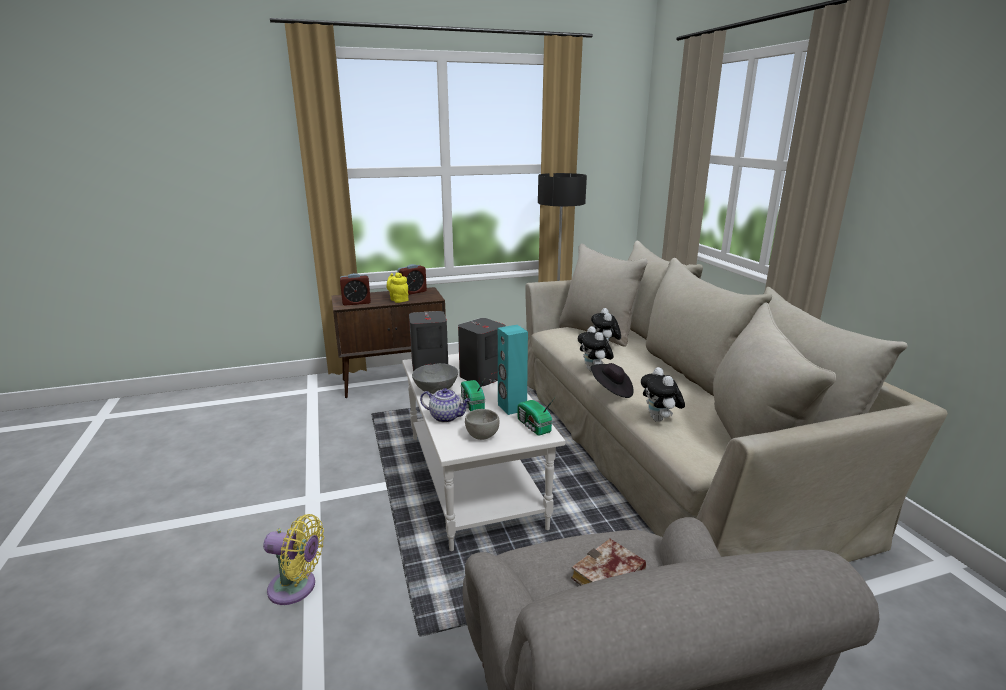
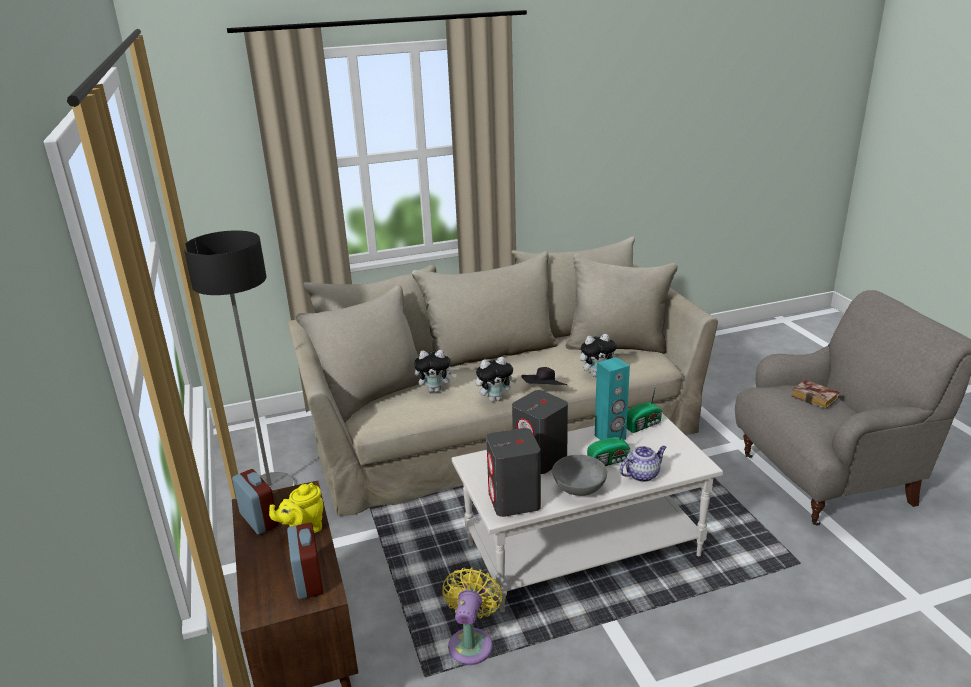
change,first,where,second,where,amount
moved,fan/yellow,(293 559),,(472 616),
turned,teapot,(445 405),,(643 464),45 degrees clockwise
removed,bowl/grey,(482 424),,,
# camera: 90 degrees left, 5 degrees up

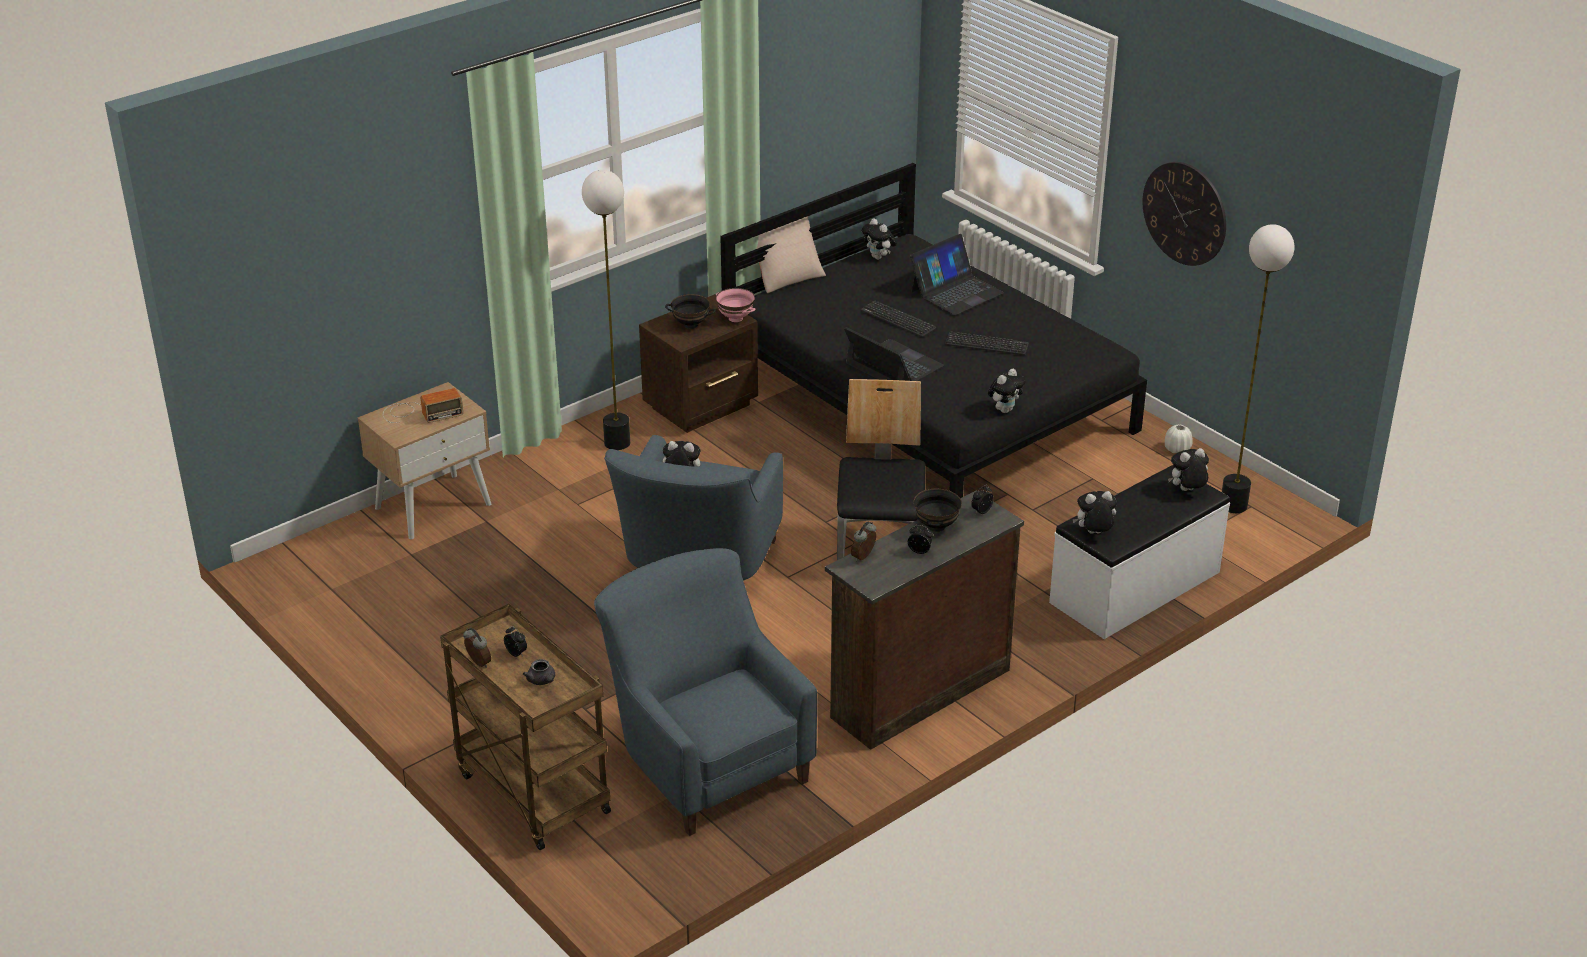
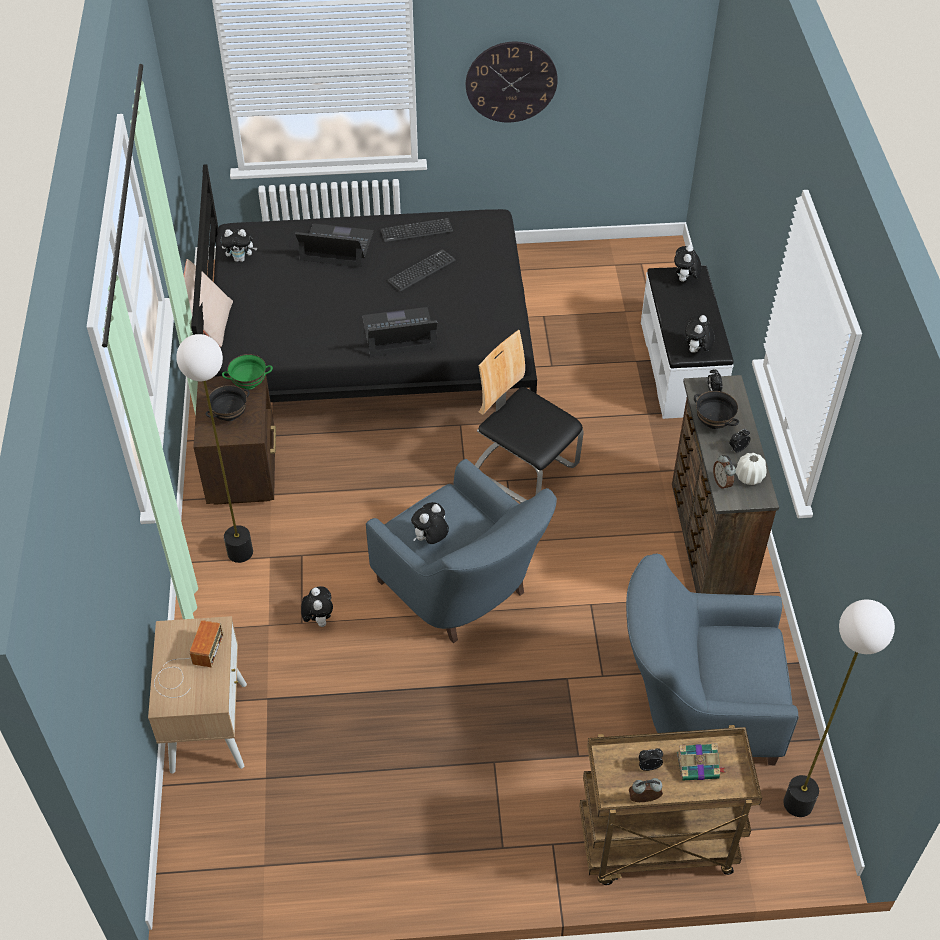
change,first,where,second,where,amount
recoloured,bowl/pink,(735 305),bowl/green,(247 372),
turned,laptop,(957 274),,(334 245),75 degrees counterclockwise
moved,plush toy,(1007 391),,(317 606),
moved,keyboard,(898 318),,(417 230),
replaced,teapot/grey,(539 672),book,(701 762),
moved,vase/white,(1179 439),,(751 469),
moved,floor lamp,(1258 368),,(839 708),
# camera: 55 degrees left, 15 degrees up

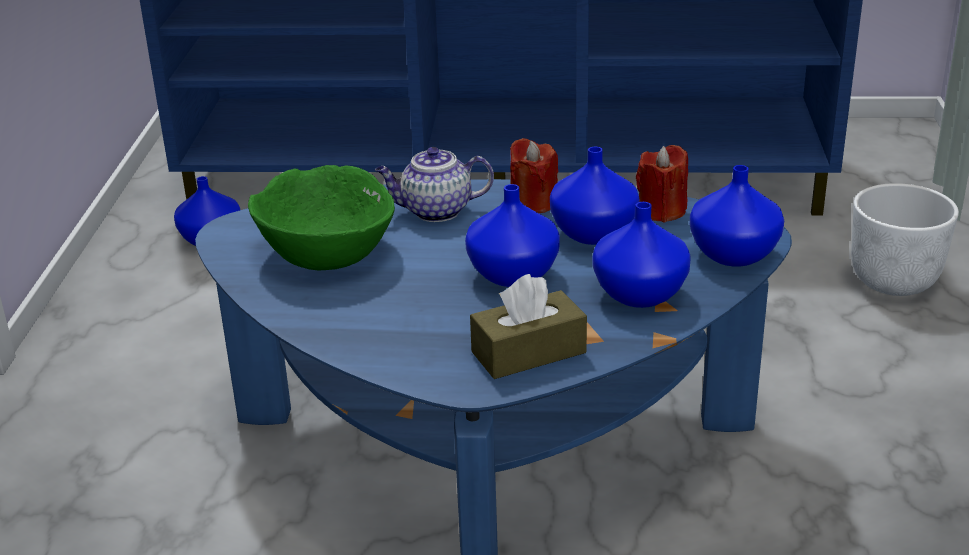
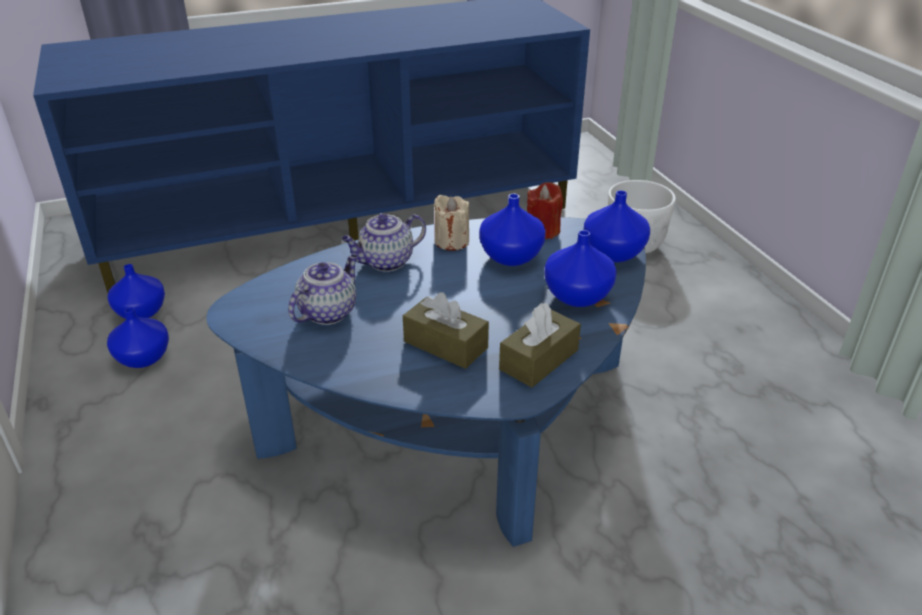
change,first,where,second,where,amount
moved,vase/blue,(512 235),,(138 337),
replaced,bowl/green,(321 217),teapot,(323 289),
added,,,tissue box/brown,(446 330),
recoloured,candle/red,(534 175),candle/beige,(451 223),
# camera: 25 degrees left, 5 degrees up

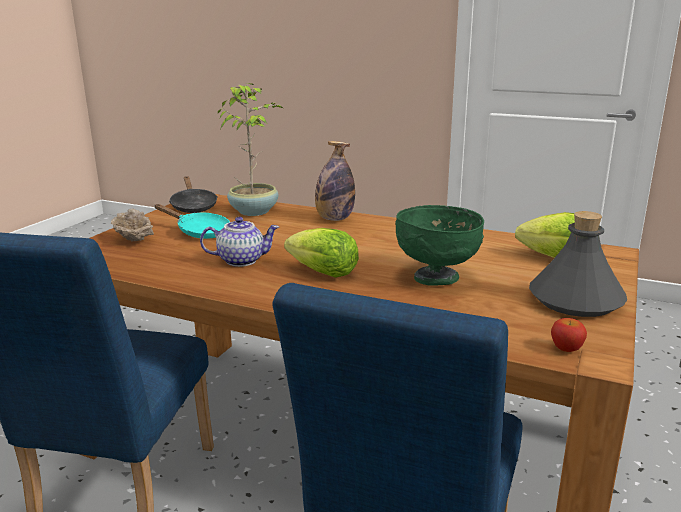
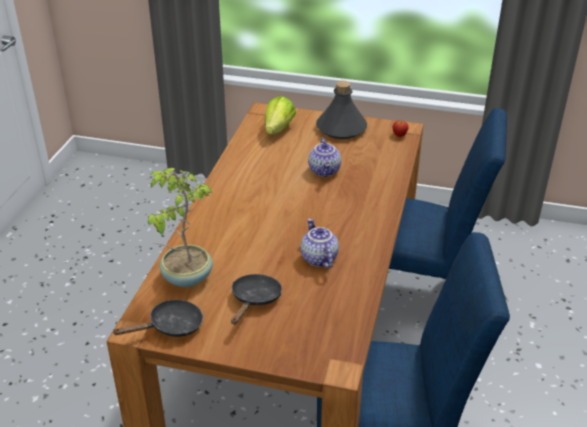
change,first,where,second,where,amount
recoloured,frying pan/turquoise,(192 221),frying pan/black,(256 299),
replaced,bowl/green,(439 245),teapot,(324 157),
removed,bowl/beige,(132 225),,,
removed,lettuce,(321 253),,,
removed,bottle,(335 181),,,
# camera: 100 degrees left, 15 degrees up

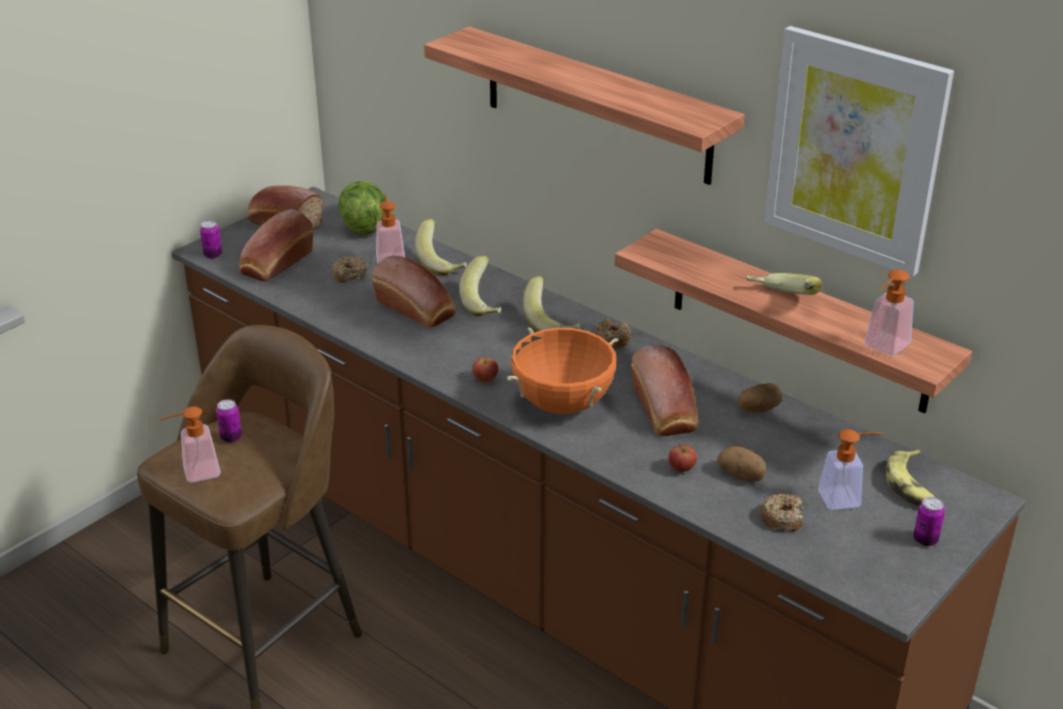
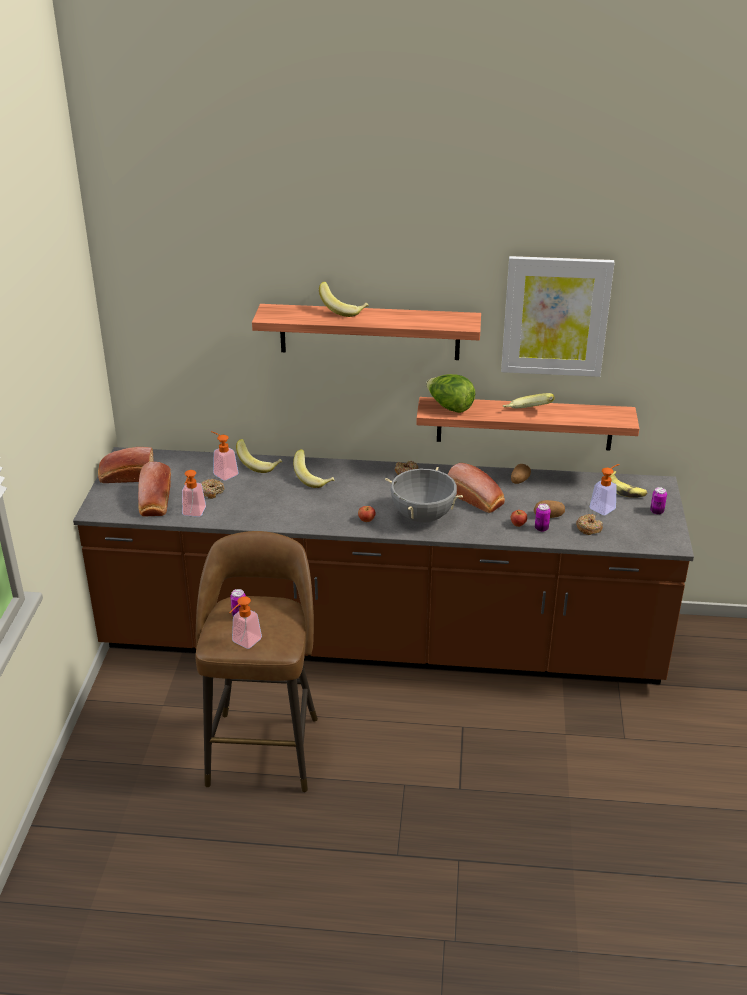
change,first,where,second,where,amount
moved,soap dispenser,(889 313),,(194 493),
moved,banana,(551 304),,(344 299),
recoloured,cooking pot/orange,(562 370),cooking pot/grey,(424 495),
moved,lettuce,(362 208),,(450 393),
moved,can,(211 240),,(543 518),
removed,bread,(414 292),,,
# camera: 35 degrees left, 0 degrees up

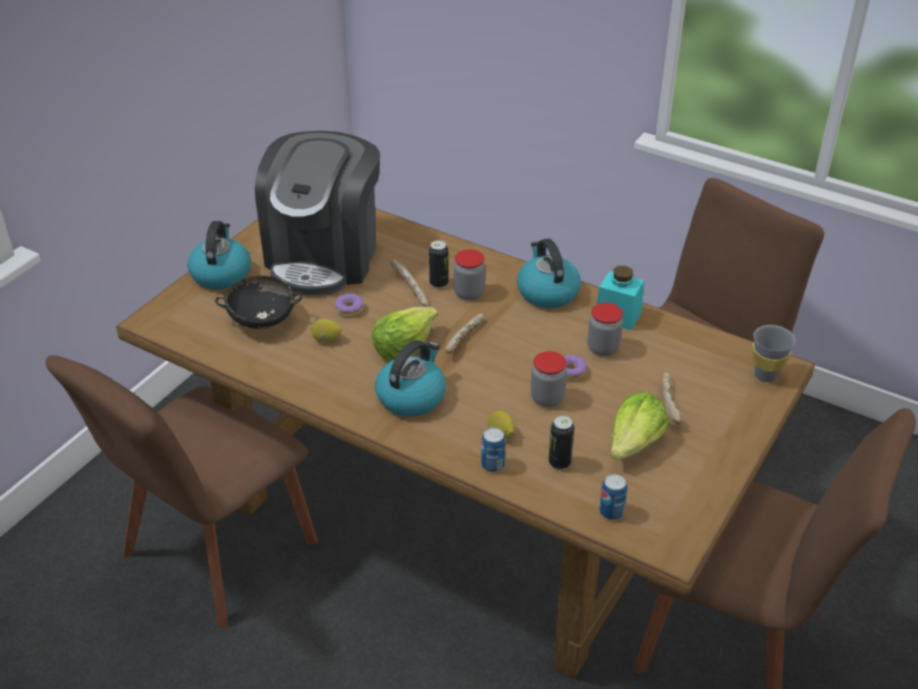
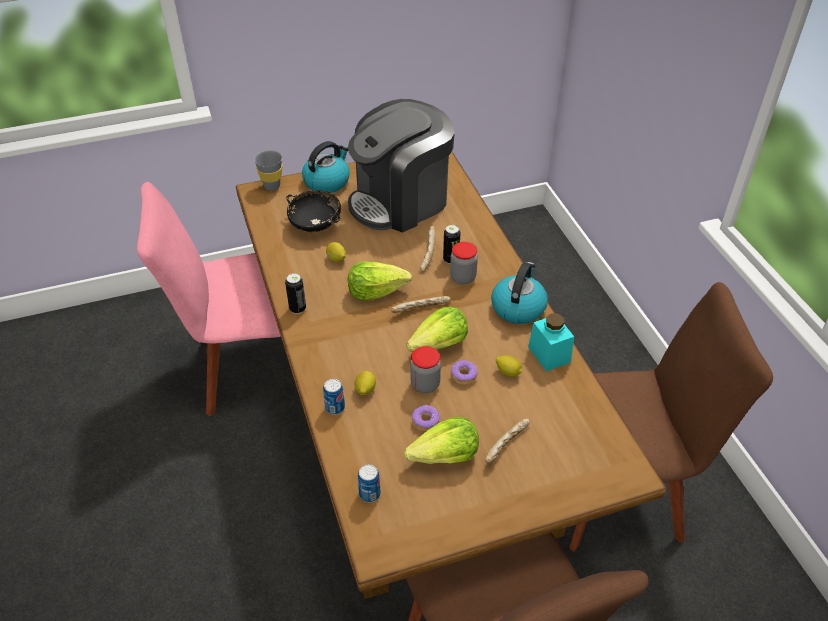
change,first,where,second,where,amount
recoloured,chair/brown,(182 491),chair/pink,(209 299),
moved,cup/grey,(774 353),,(268 170),
moved,can,(561 443),,(295 293),
added,,,lettuce,(437 329),
moved,donut,(349 305),,(426 418),
replaced,jar,(605 329),lemon,(509 366),
removed,kettle,(410 378),,,
# camera: 40 degrees right, 5 degrees up

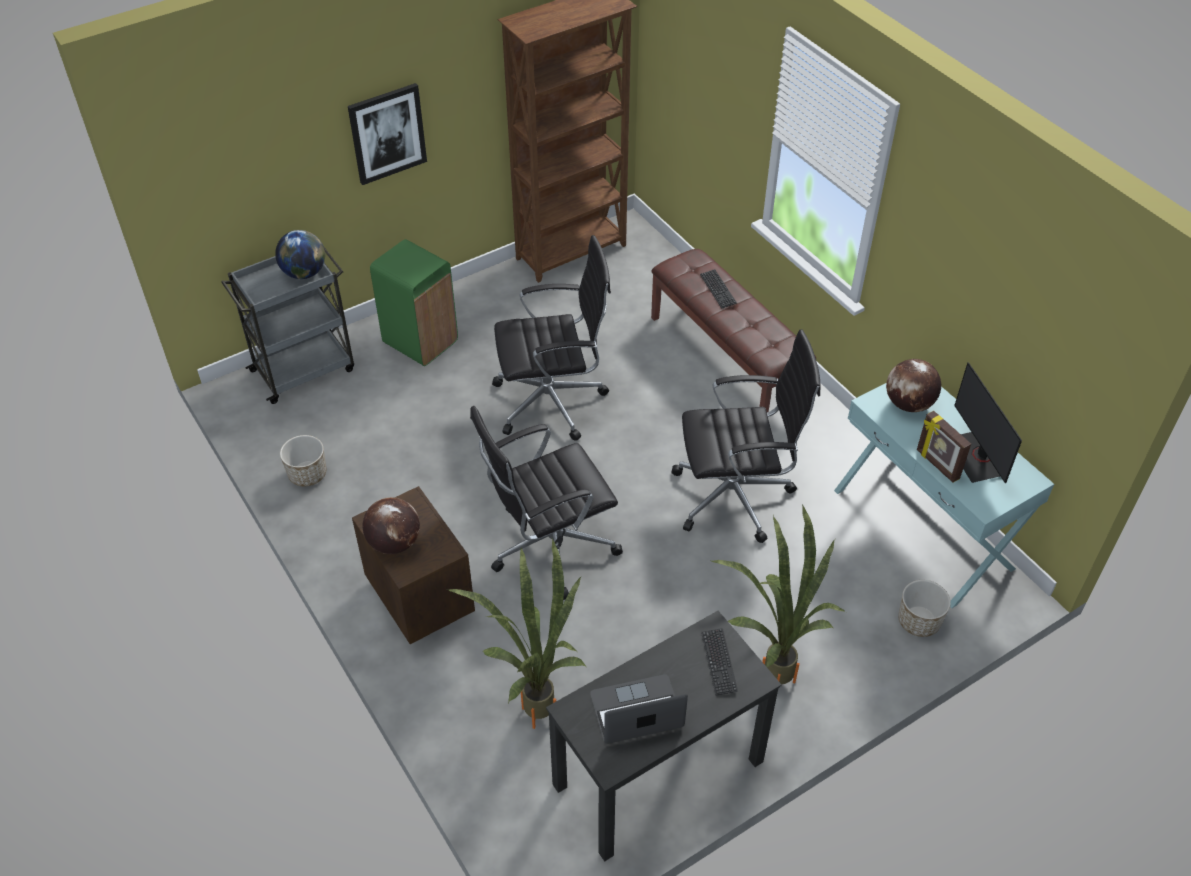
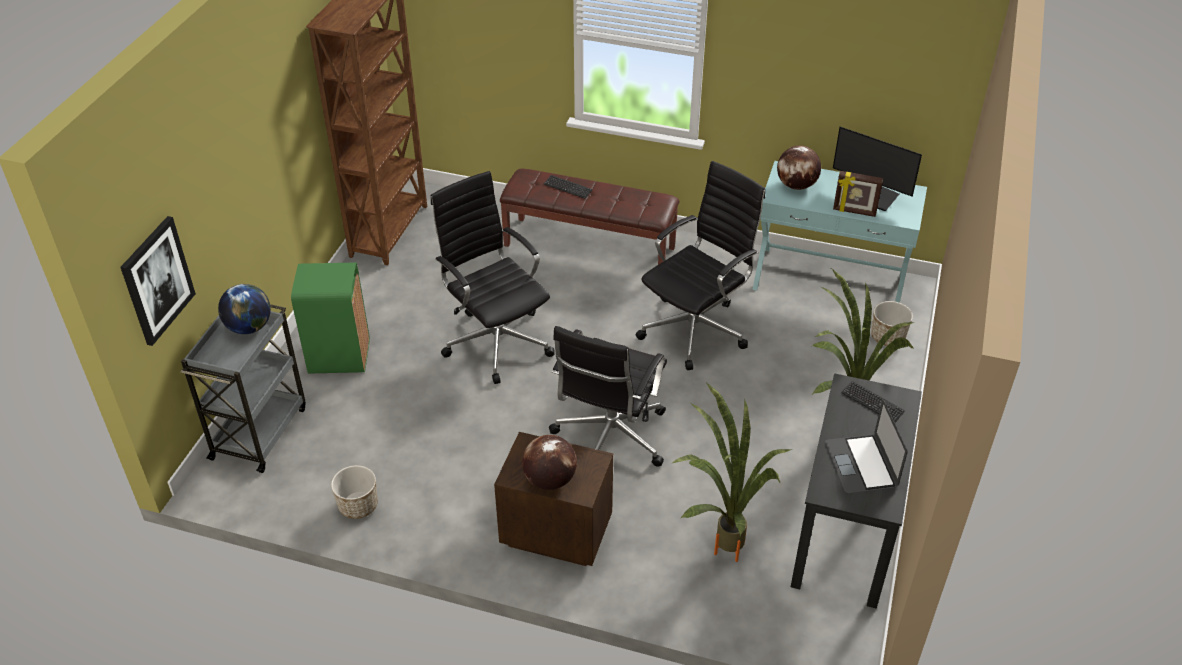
change,first,where,second,where,amount
moved,picture,(387 134),,(158 281),
turned,office chair/black,(551 338),,(492 277),75 degrees counterclockwise
turned,laptop,(639 708),,(866 446),45 degrees counterclockwise
# camera: 40 degrees left, 5 degrees down

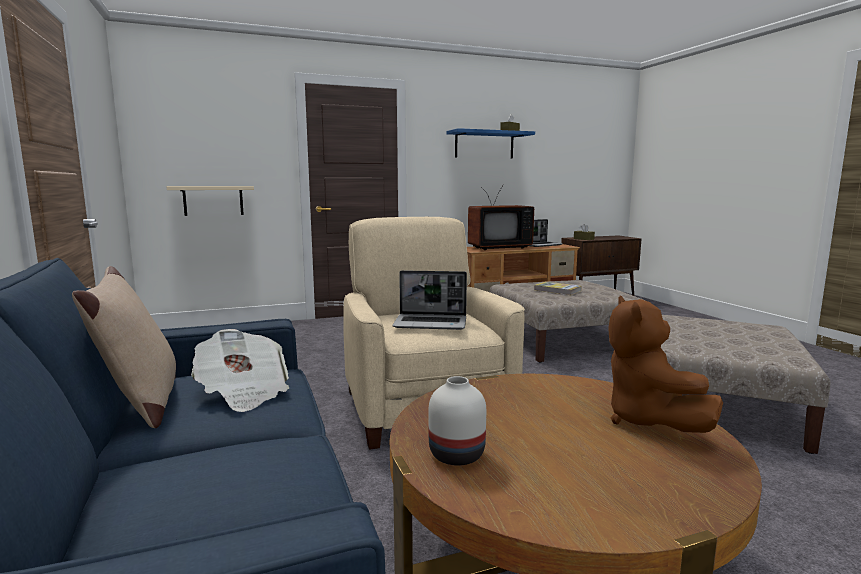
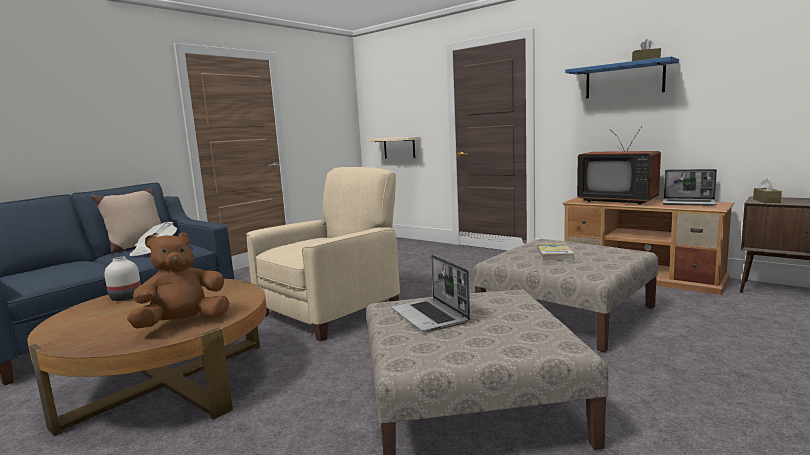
change,first,where,second,where,amount
moved,laptop,(429 300),,(430 293),
# camera: 60 degrees right, 0 degrees up

